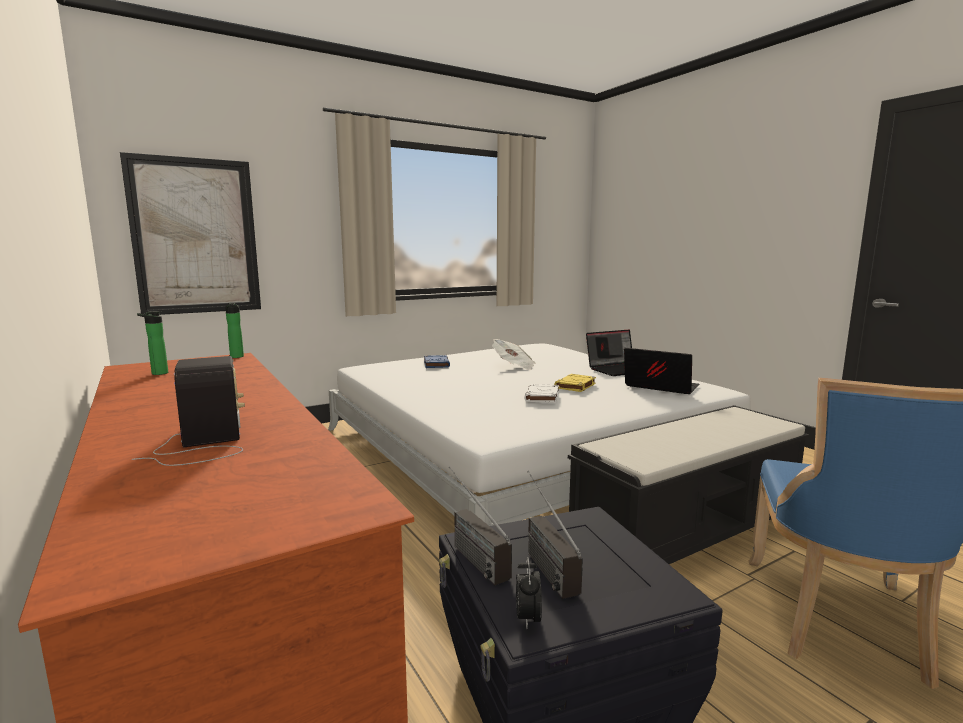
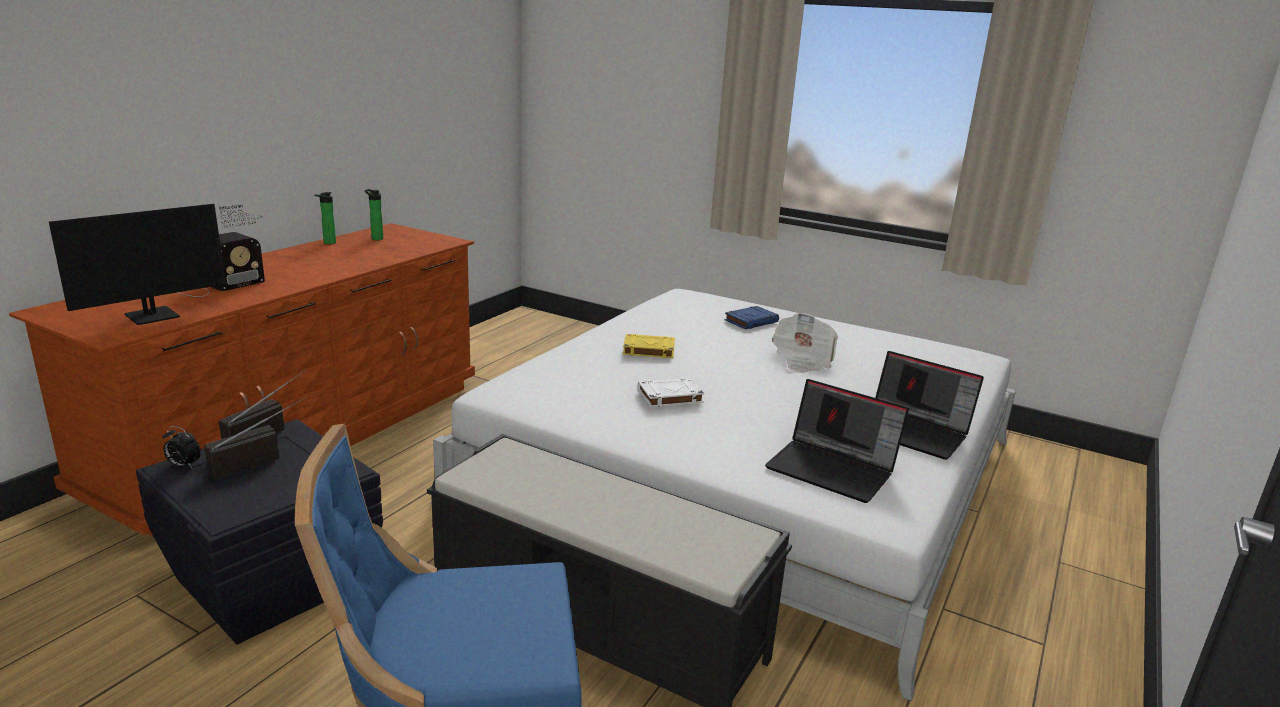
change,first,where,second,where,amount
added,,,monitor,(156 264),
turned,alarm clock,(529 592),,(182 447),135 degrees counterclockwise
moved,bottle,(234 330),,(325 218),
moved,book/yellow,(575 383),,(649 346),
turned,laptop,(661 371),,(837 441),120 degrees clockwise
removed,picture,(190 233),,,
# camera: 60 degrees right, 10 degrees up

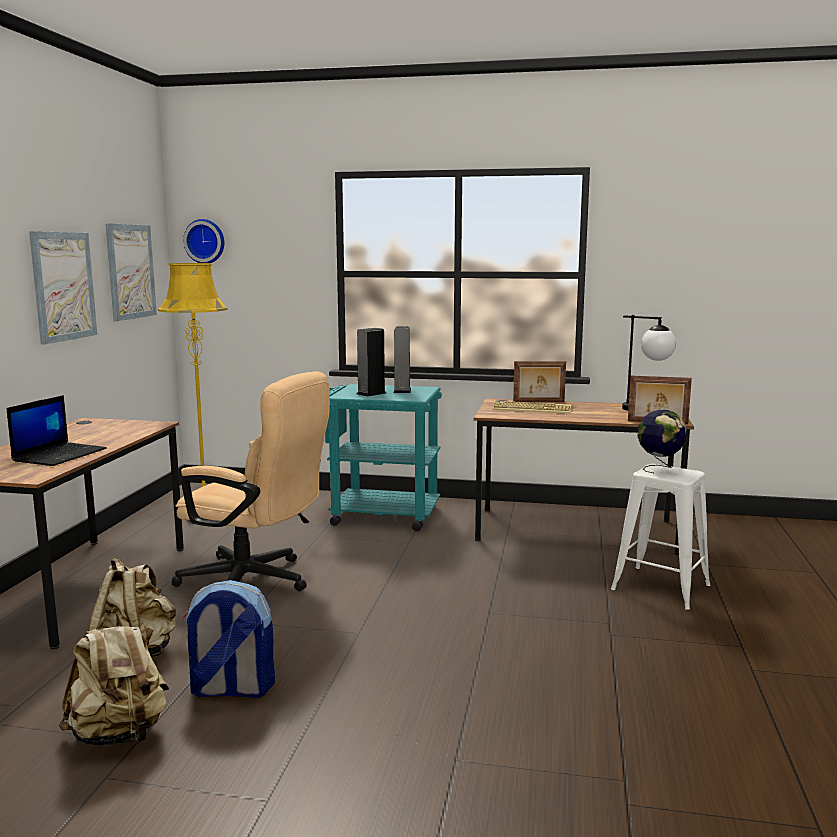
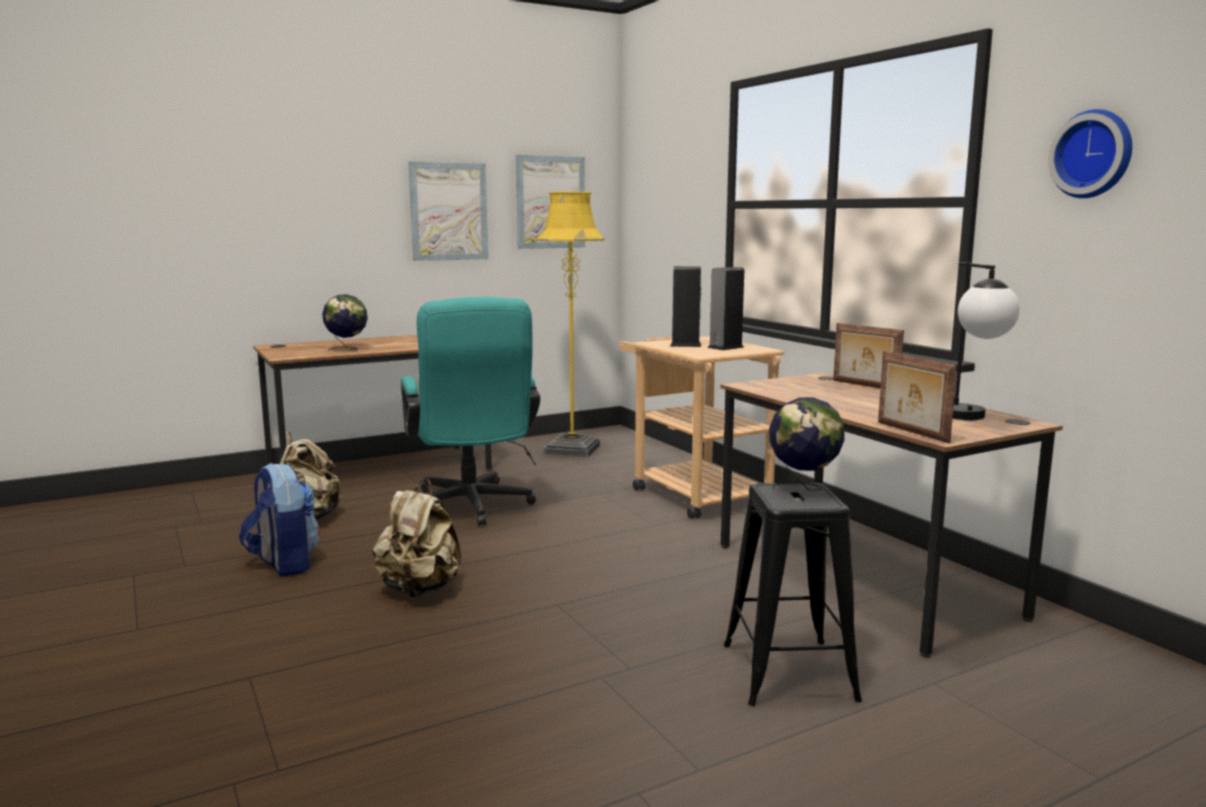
change,first,where,second,where,amount
replaced,laptop,(57 430),globe,(345 322),
moved,backpack/beige,(114 678),,(417 539),
recoloured,office chair/beige,(251 481),office chair/turquoise,(470 411),
recoloured,cart/turquoise,(383 457),cart/beige,(701 427),
recoloured,stool/white,(661 537),stool/black,(793 594),
moved,wall clock,(203 241),,(1090 153),
removed,keyboard,(532 407),,,
# camera: 50 degrees right, 0 degrees up

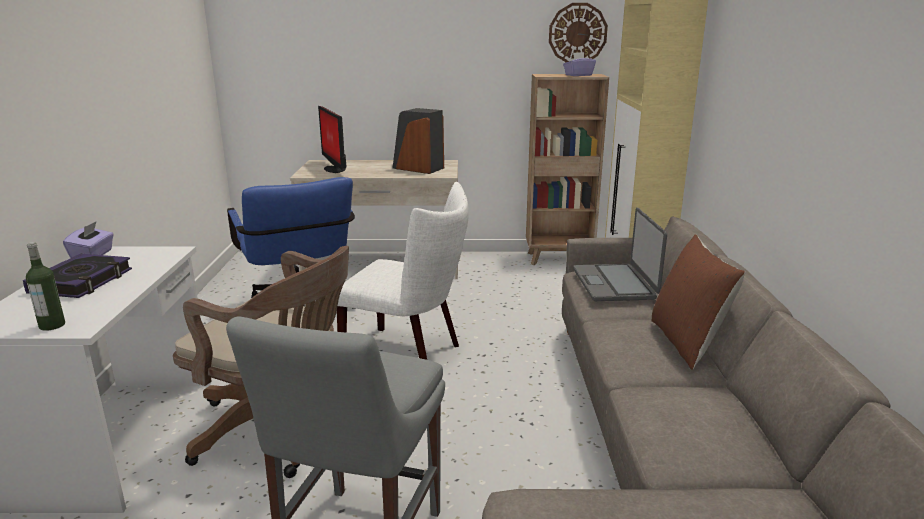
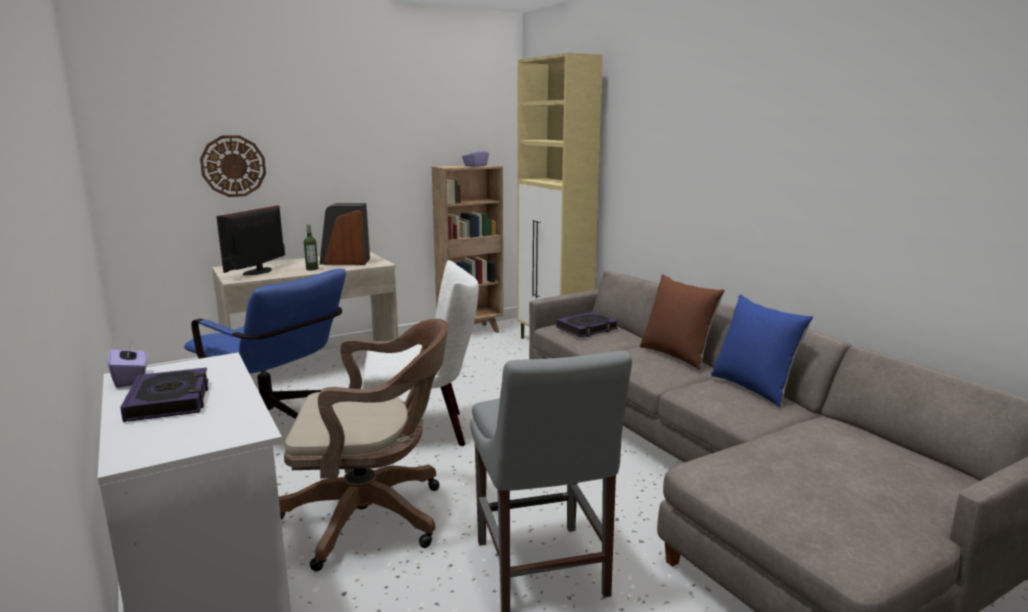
change,first,where,second,where,amount
moved,wall clock,(578 32),,(233 166),
turned,monitor,(332 139),,(250 240),75 degrees clockwise
moved,bottle,(45 286),,(311 247),
replaced,laptop,(620 254),book,(587 324),
added,,,pillow/blue,(762 351),
# camera: 30 degrees left, 5 degrees down

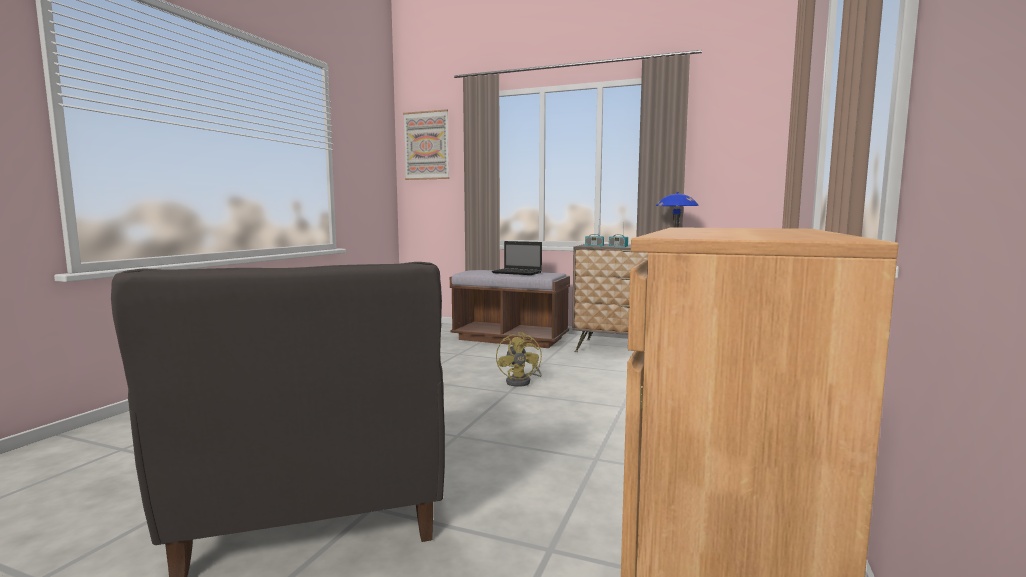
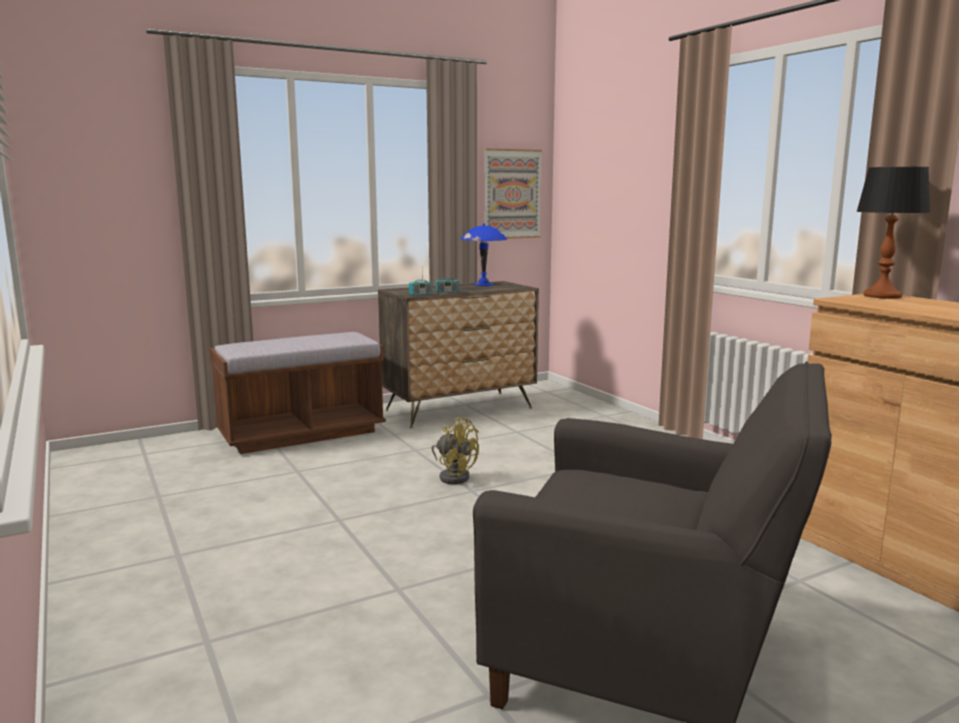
change,first,where,second,where,amount
moved,picture,(426 144),,(513 193),
added,,,table lamp,(893 233),
removed,laptop,(517 258),,,
# camera: 50 degrees left, 5 degrees up

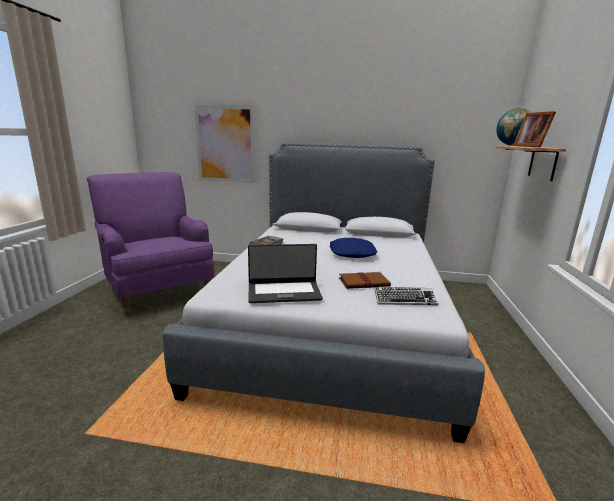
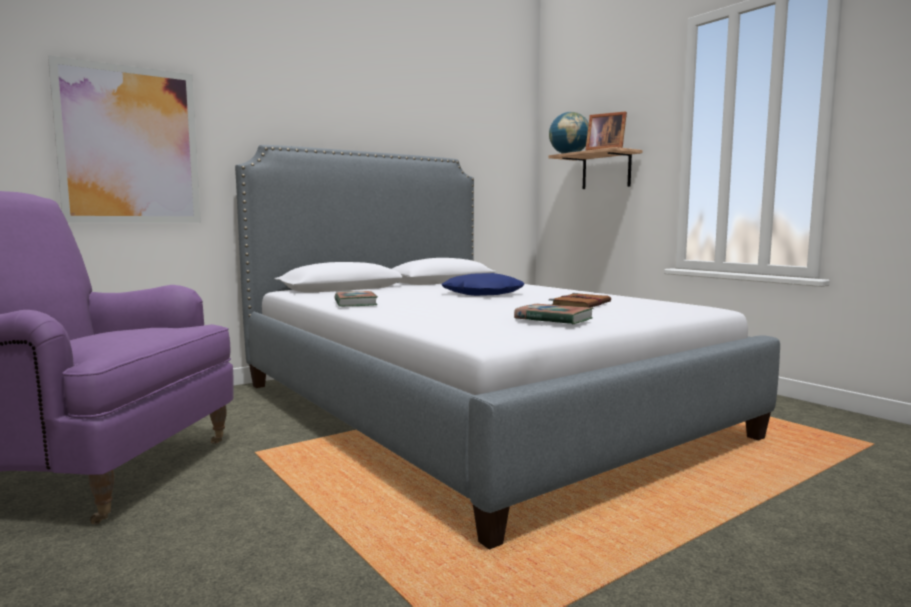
change,first,where,second,where,amount
replaced,laptop,(285 273),book,(553 314),
removed,keyboard,(406 296),,,
# camera: 45 degrees left, 10 degrees down

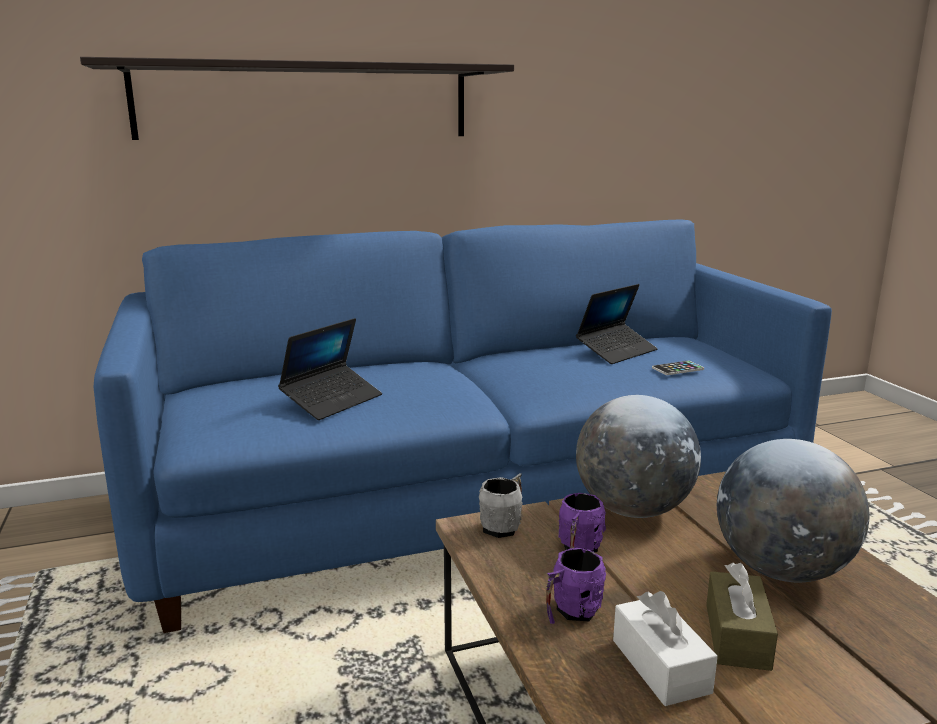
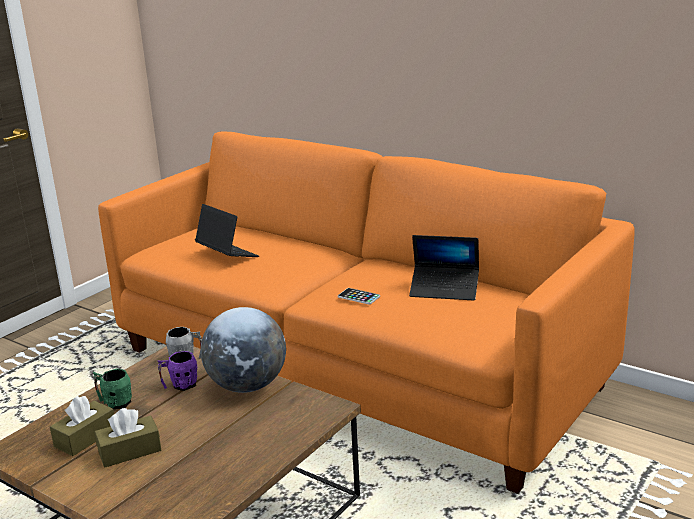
change,first,where,second,where,amount
recoloured,tissue box/white,(665 648),tissue box/brown,(82 426),
recoloured,mug/purple,(576 586),mug/green,(112 388),
recoloured,sofa/blue,(463 426),sofa/orange,(366 312),
turned,laptop,(330 369),,(227 230),135 degrees counterclockwise
moved,phone,(678 368),,(359 296),
removed,shelf,(297 98),,,
removed,globe,(793 510),,,
# camera: 55 degrees right, 5 degrees up

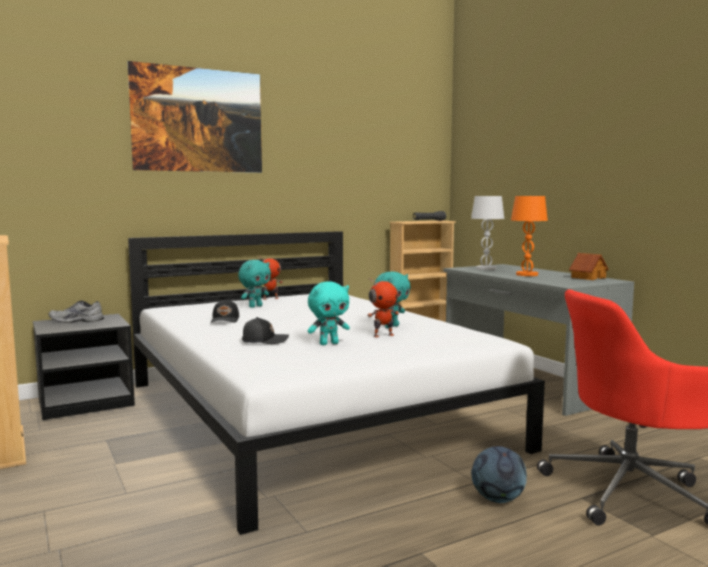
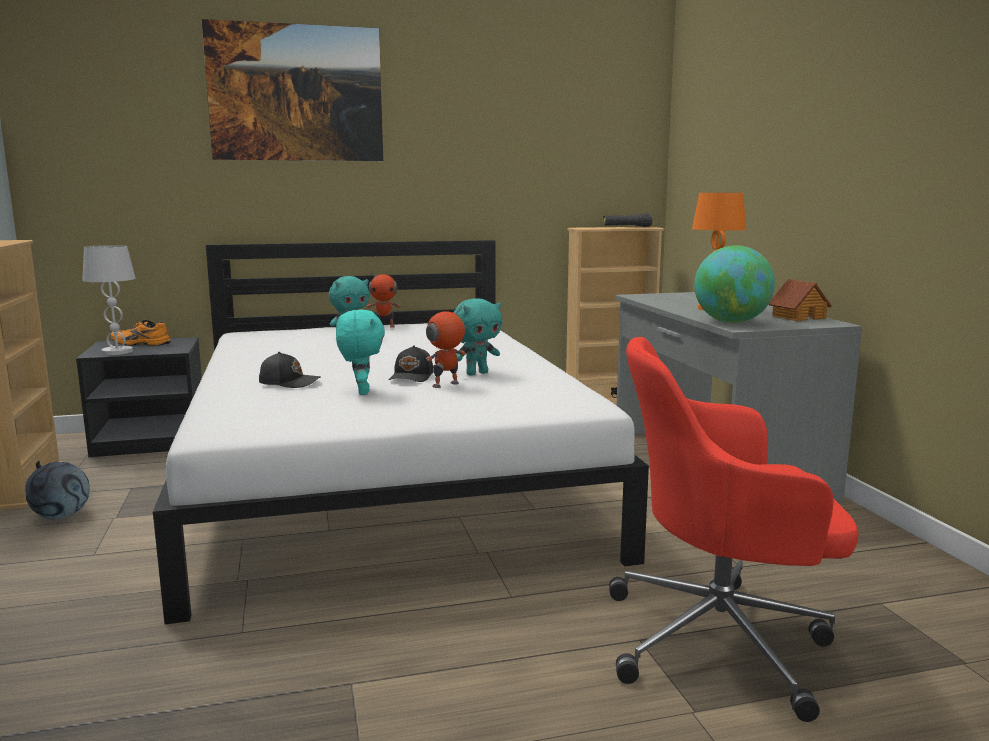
change,first,where,second,where,amount
moved,football,(499 474),,(57 490),
moved,table lamp/white,(487 233),,(109 300),
recoloured,shoe/grey,(76 312),shoe/orange,(141 333),
turned,plush toy/turquoise,(329 313),,(360 352),90 degrees counterclockwise
moved,cap/black,(225 311),,(411 363),
turned,toy robot,(383 307),,(446 347),150 degrees clockwise
added,,,globe,(734 284),
# camera: 15 degrees right, 5 degrees up

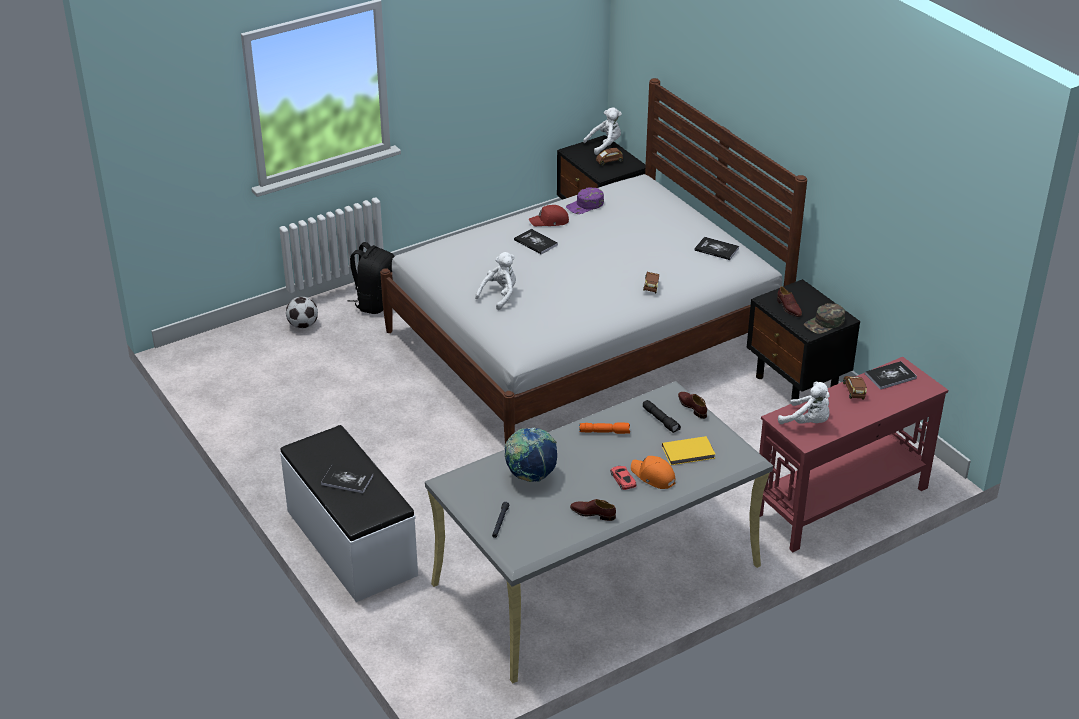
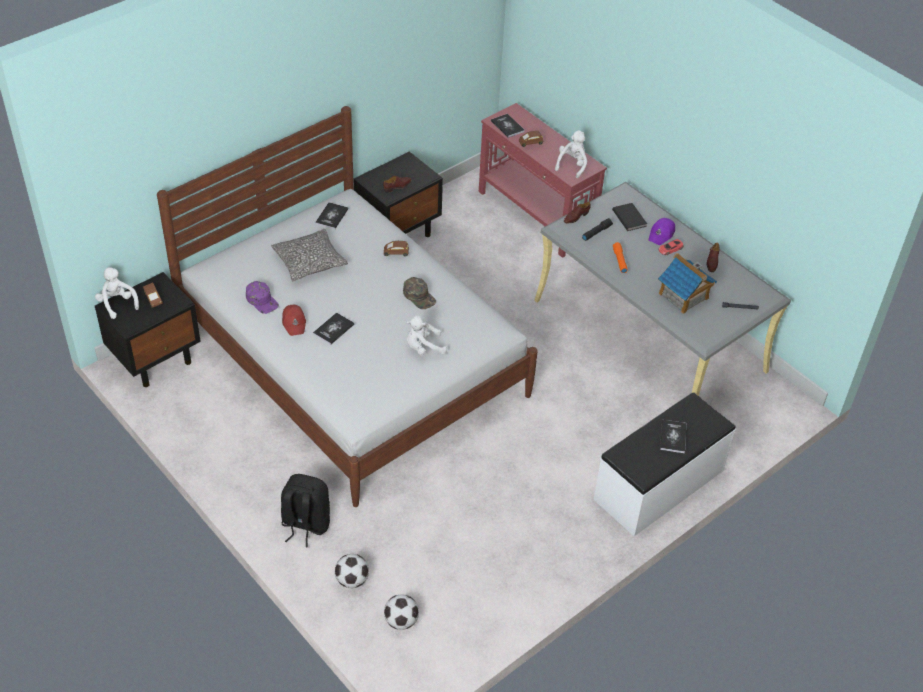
change,first,where,second,where,amount
added,,,pillow,(309 255),
added,,,football,(401 612),
moved,cap/green,(824 318),,(419 293),
turned,plush toy/white,(495 281),,(427 335),45 degrees counterclockwise
recoloured,book/yellow,(688 450),book/black,(629 217),
recoloured,cap/orange,(653 472),cap/purple,(662 231),
replaced,globe,(531 454),toy house,(687 283),
# camera: 100 degrees left, 10 degrees up

